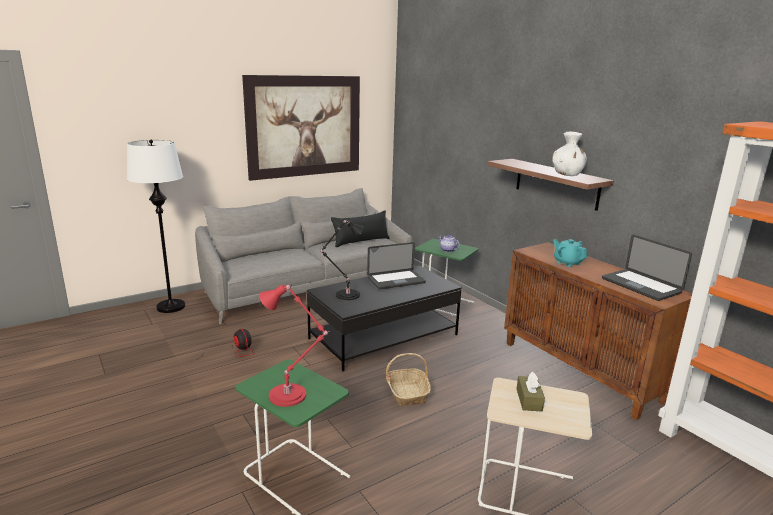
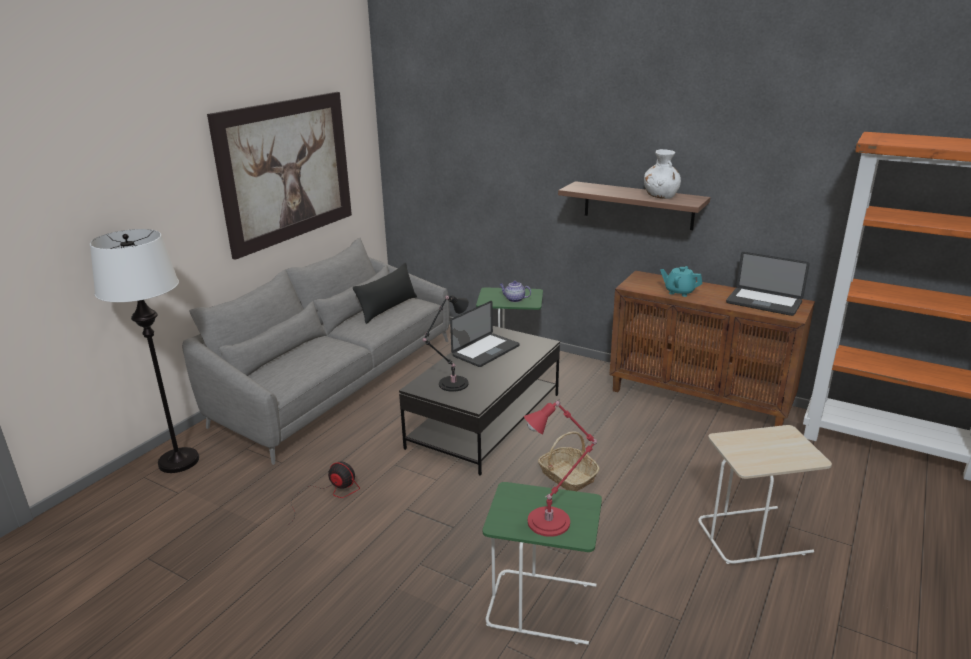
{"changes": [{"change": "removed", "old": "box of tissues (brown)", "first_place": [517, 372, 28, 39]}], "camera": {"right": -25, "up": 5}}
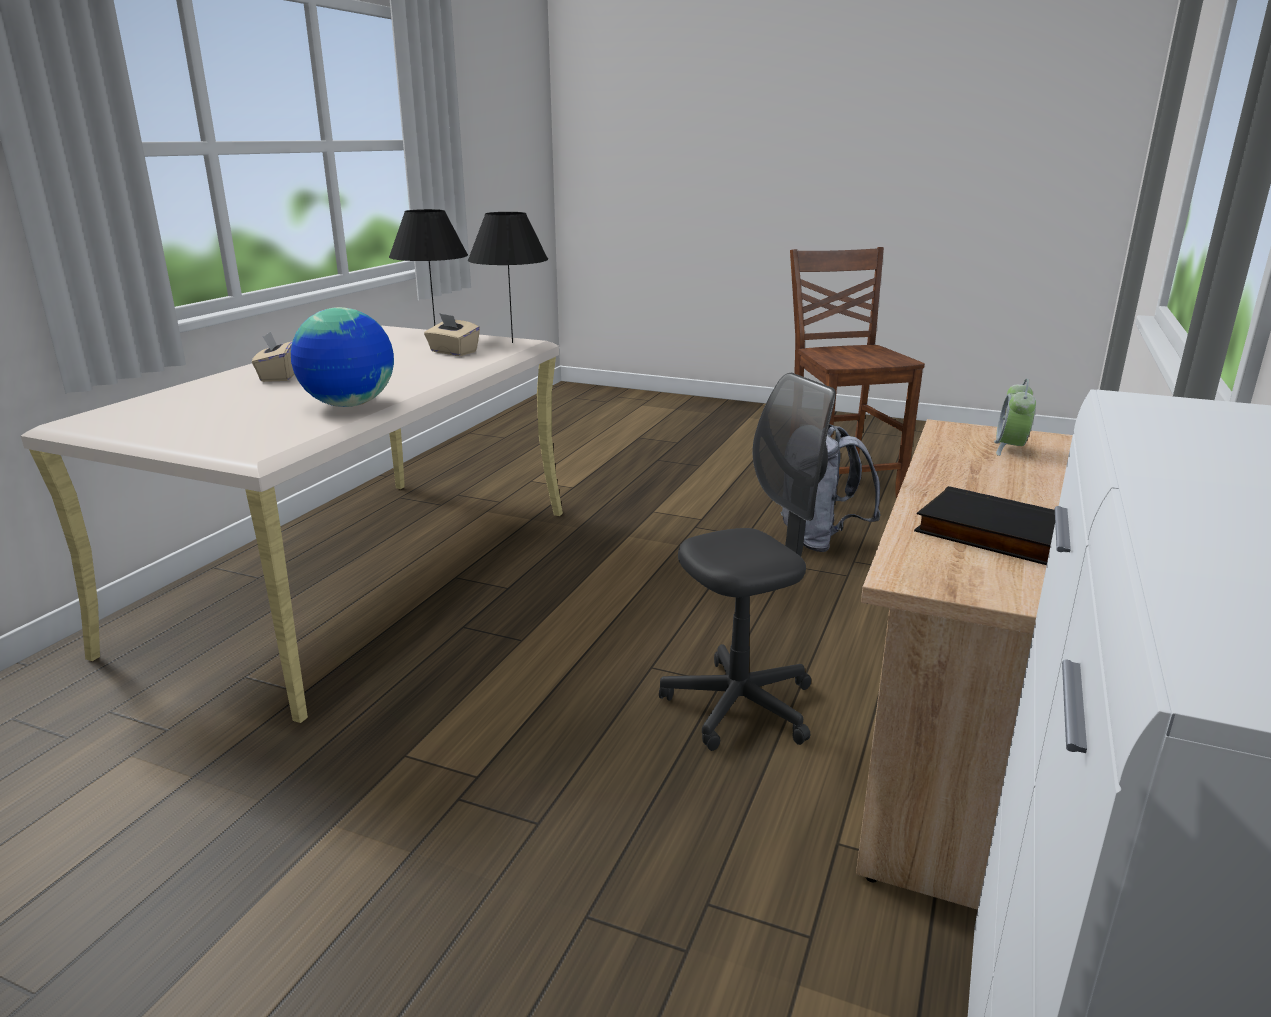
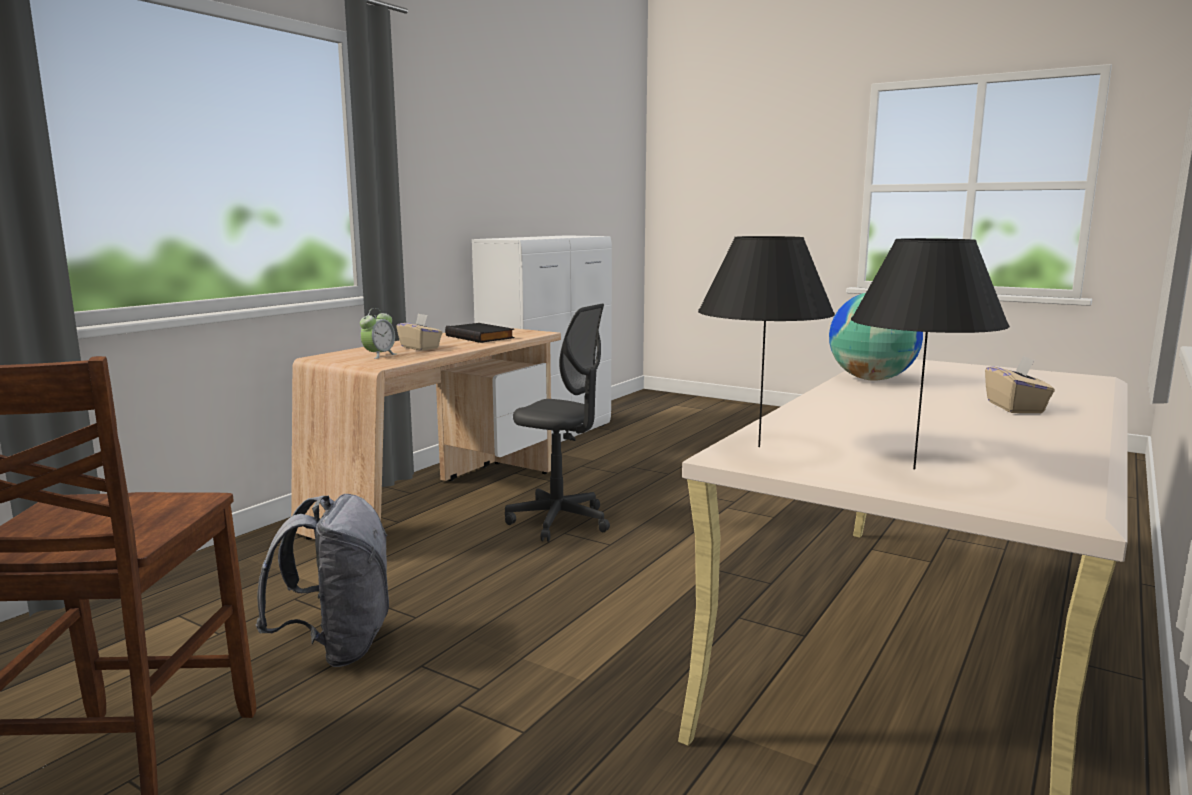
{"changes": [{"change": "moved", "old": "box of tissues (beige-coloured)", "first_place": [424, 313, 56, 43], "second_place": [396, 314, 47, 37]}, {"change": "turned", "old": "desk chair (grey)", "first_place": [659, 373, 177, 378], "second_place": [505, 304, 105, 238], "degrees": -135}], "camera": {"right": -170, "up": -10}}
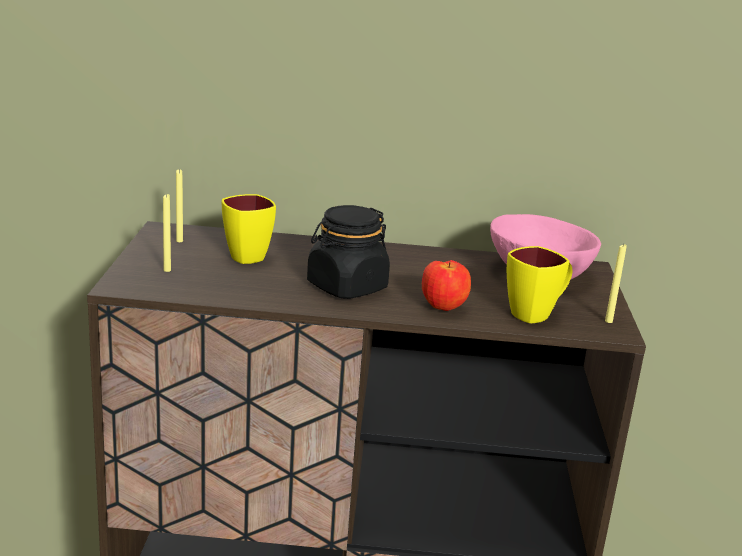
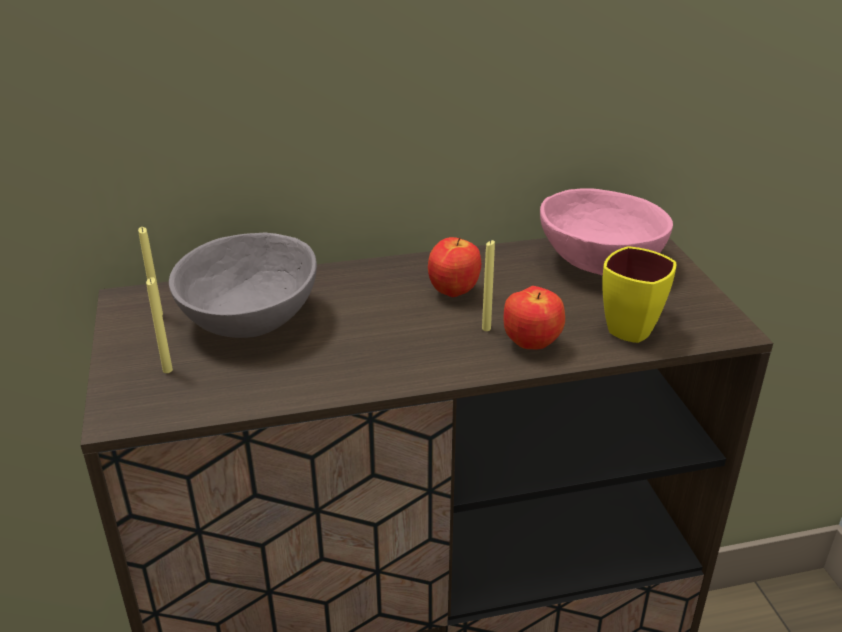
{"changes": [{"change": "replaced", "old": "mug (yellow-coloured)", "new": "bowl (grey)", "first_place": [222, 194, 54, 70], "second_place": [169, 233, 148, 105]}, {"change": "added", "new": "whole apple", "second_place": [428, 237, 53, 60]}, {"change": "moved", "old": "candle (yellow-coloured)", "first_place": [605, 243, 22, 80], "second_place": [482, 240, 13, 91]}, {"change": "removed", "old": "storage jar (blackish)", "first_place": [307, 205, 83, 94]}], "camera": {"right": -15, "up": 10}}
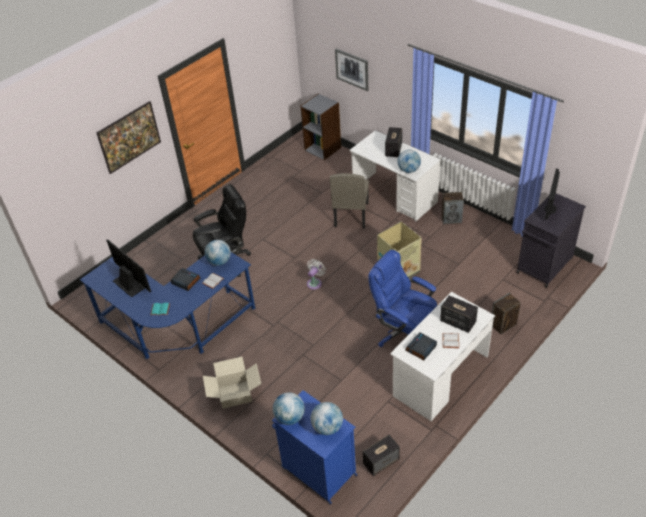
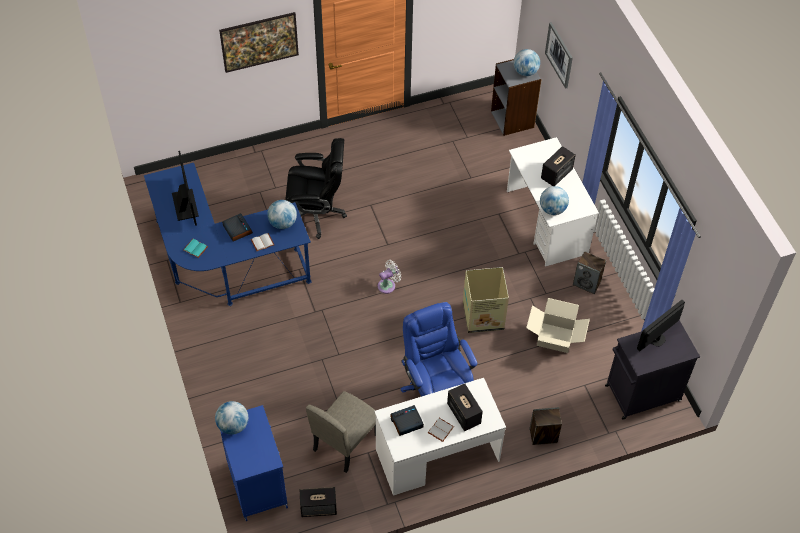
{"changes": [{"change": "moved", "old": "plain chair (beige-coloured)", "first_place": [330, 173, 39, 56], "second_place": [306, 391, 70, 82]}, {"change": "moved", "old": "desk globe", "first_place": [311, 402, 32, 33], "second_place": [513, 49, 27, 27]}, {"change": "moved", "old": "carton", "first_place": [203, 357, 58, 52], "second_place": [526, 298, 64, 55]}], "camera": {"right": 25, "up": 10}}
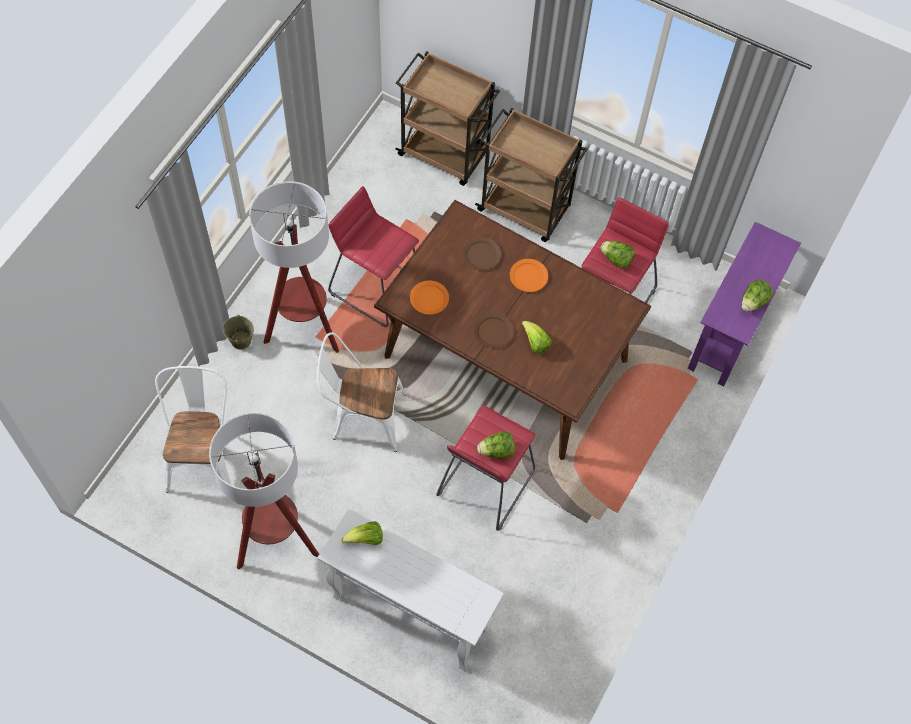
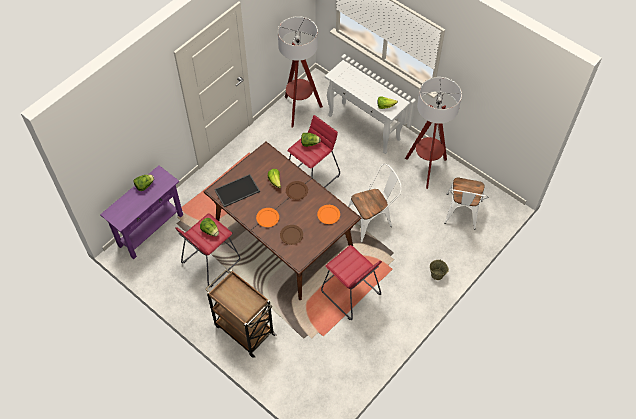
{"changes": [{"change": "added", "new": "tray", "second_place": [214, 174, 46, 33]}, {"change": "moved", "old": "floor lamp", "first_place": [249, 181, 90, 172], "second_place": [278, 16, 45, 112]}, {"change": "turned", "old": "plain chair (white)", "first_place": [317, 332, 89, 120], "second_place": [348, 164, 54, 78], "degrees": -45}, {"change": "removed", "old": "cart (brown)", "first_place": [396, 51, 104, 135]}], "camera": {"right": -165, "up": -5}}
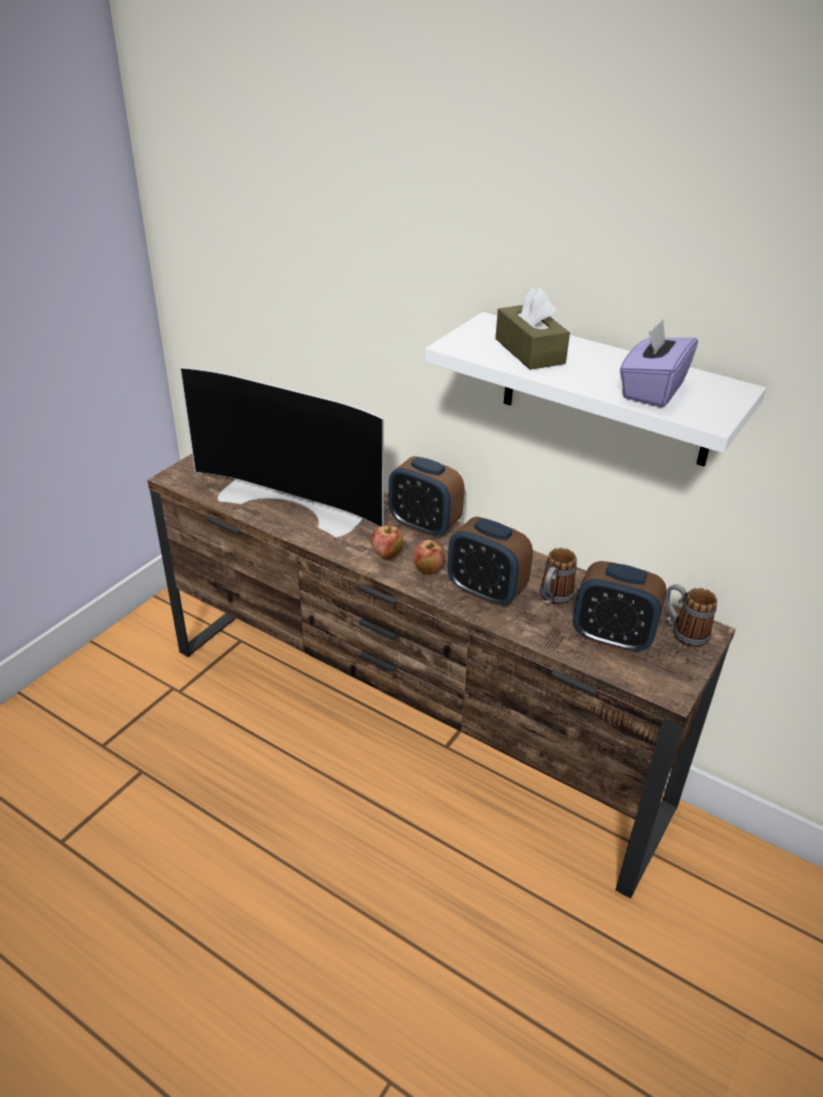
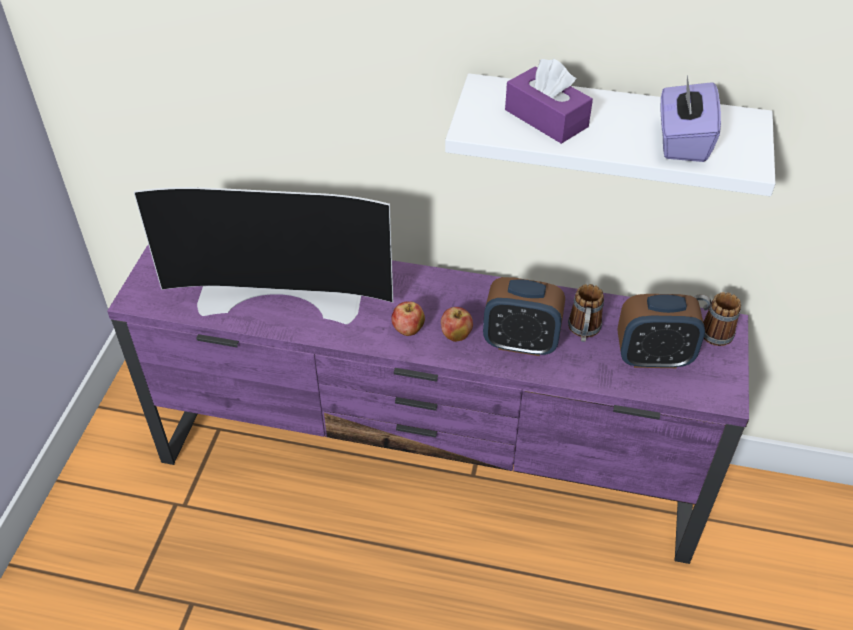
{"changes": [{"change": "recoloured", "old": "tv unit (brown)", "new": "tv unit (purple-coloured)", "first_place": [147, 454, 589, 445], "second_place": [107, 245, 642, 319]}, {"change": "recoloured", "old": "box of tissues (brown)", "new": "box of tissues (purple-coloured)", "first_place": [495, 287, 75, 83], "second_place": [505, 59, 88, 85]}, {"change": "removed", "old": "bedside clock", "first_place": [389, 456, 75, 82]}], "camera": {"right": -20, "up": 10}}
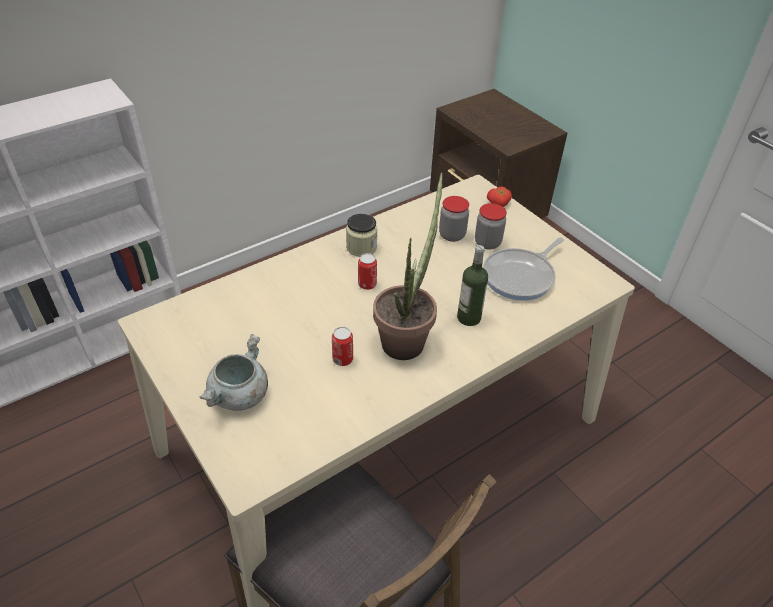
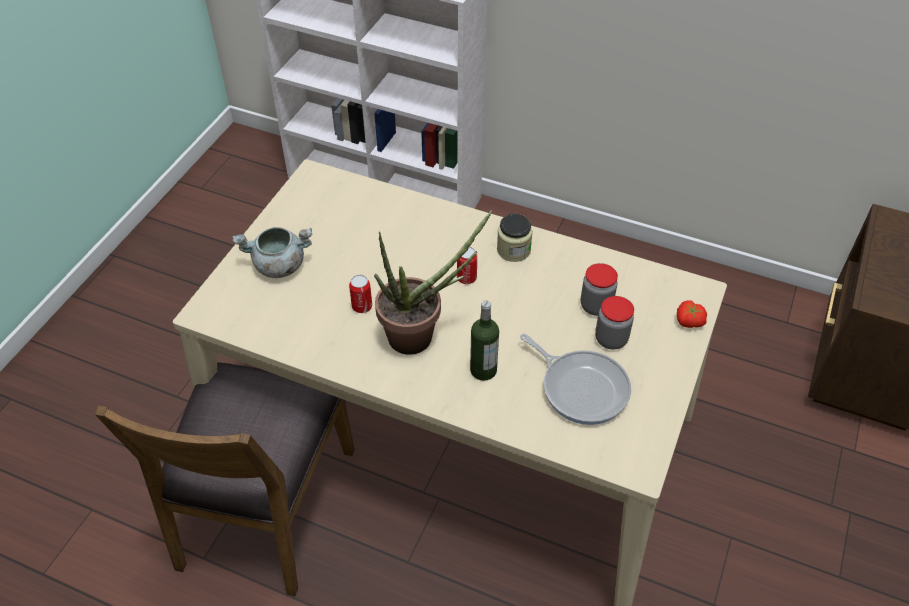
{"changes": [{"change": "turned", "old": "pan", "first_place": [483, 237, 81, 64], "second_place": [520, 334, 111, 91], "degrees": -150}], "camera": {"right": 60, "up": 5}}
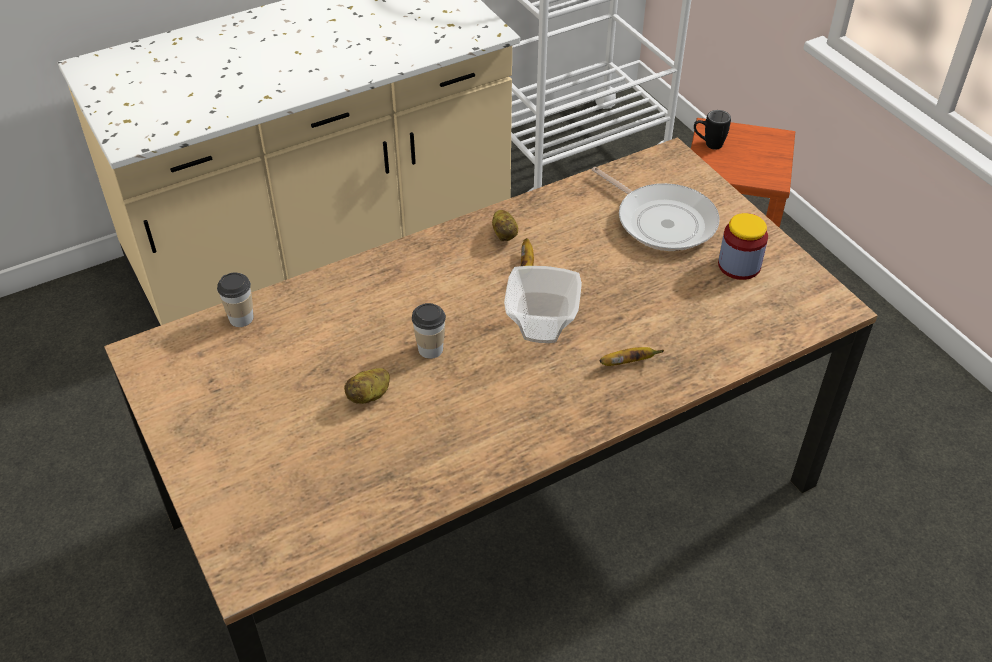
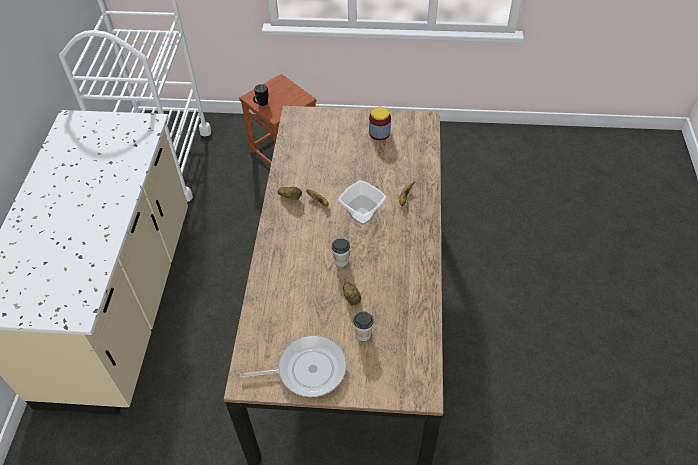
{"changes": [{"change": "moved", "old": "pan", "first_place": [592, 167, 128, 84], "second_place": [240, 335, 107, 62]}, {"change": "moved", "old": "small cup", "first_place": [217, 272, 37, 55], "second_place": [354, 311, 20, 30]}], "camera": {"right": -55, "up": 5}}
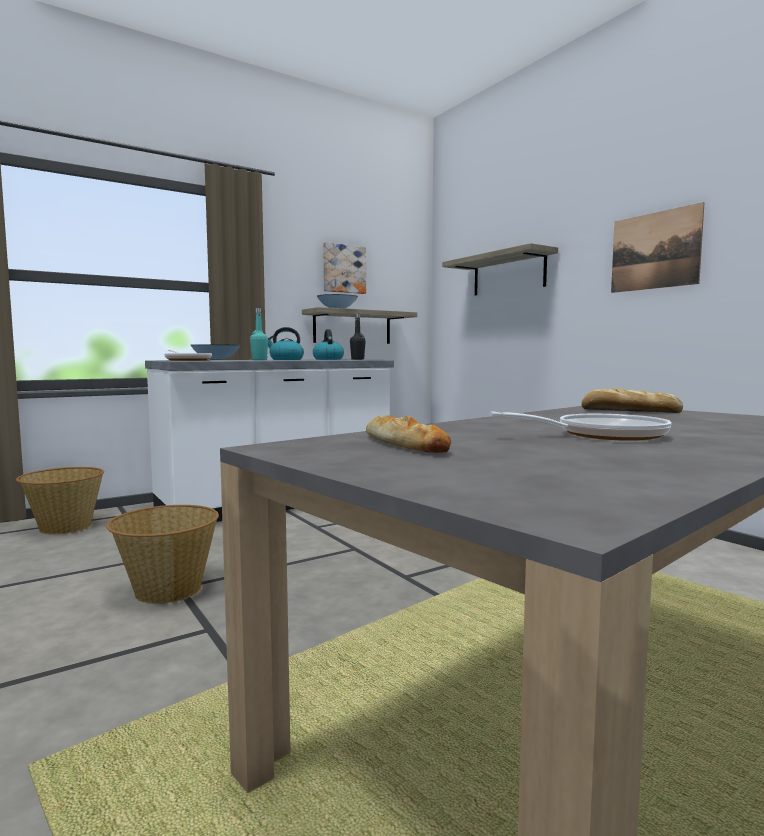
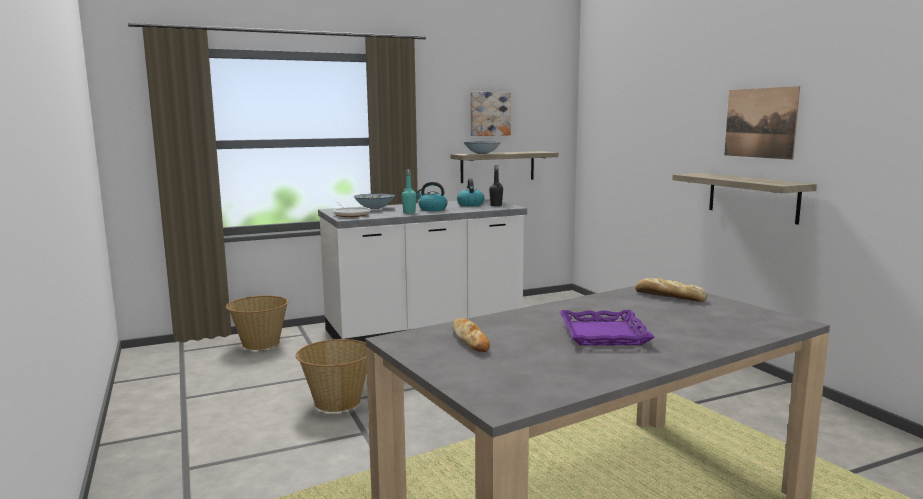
{"changes": [{"change": "replaced", "old": "pan", "new": "tray (purple-coloured)", "first_place": [490, 412, 182, 29], "second_place": [559, 310, 96, 36]}, {"change": "moved", "old": "bracket shelf", "first_place": [442, 243, 116, 53], "second_place": [672, 173, 145, 52]}], "camera": {"right": 10, "up": 5}}
